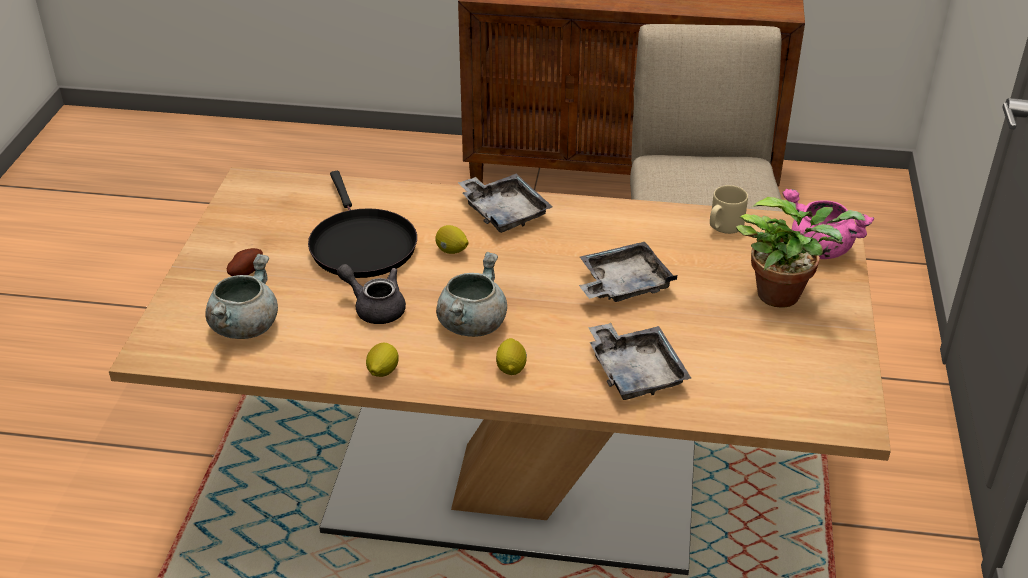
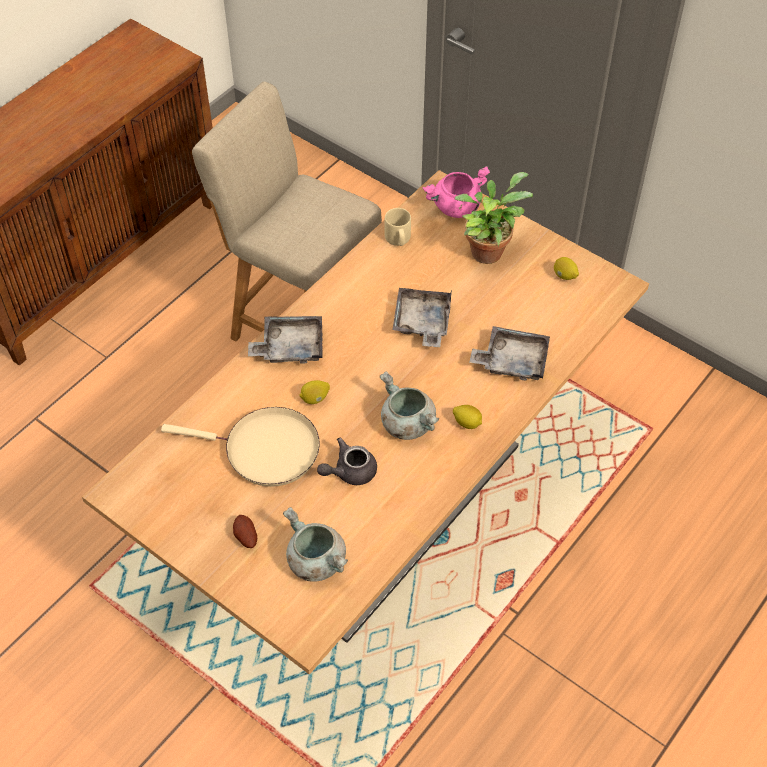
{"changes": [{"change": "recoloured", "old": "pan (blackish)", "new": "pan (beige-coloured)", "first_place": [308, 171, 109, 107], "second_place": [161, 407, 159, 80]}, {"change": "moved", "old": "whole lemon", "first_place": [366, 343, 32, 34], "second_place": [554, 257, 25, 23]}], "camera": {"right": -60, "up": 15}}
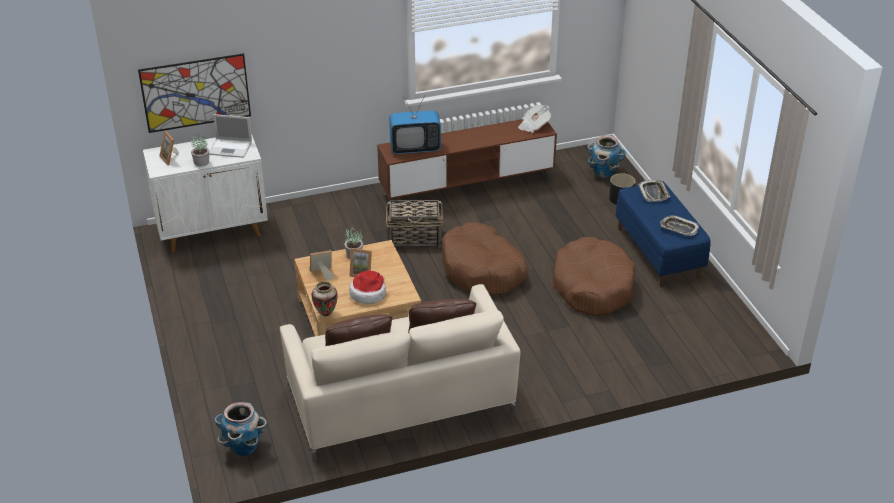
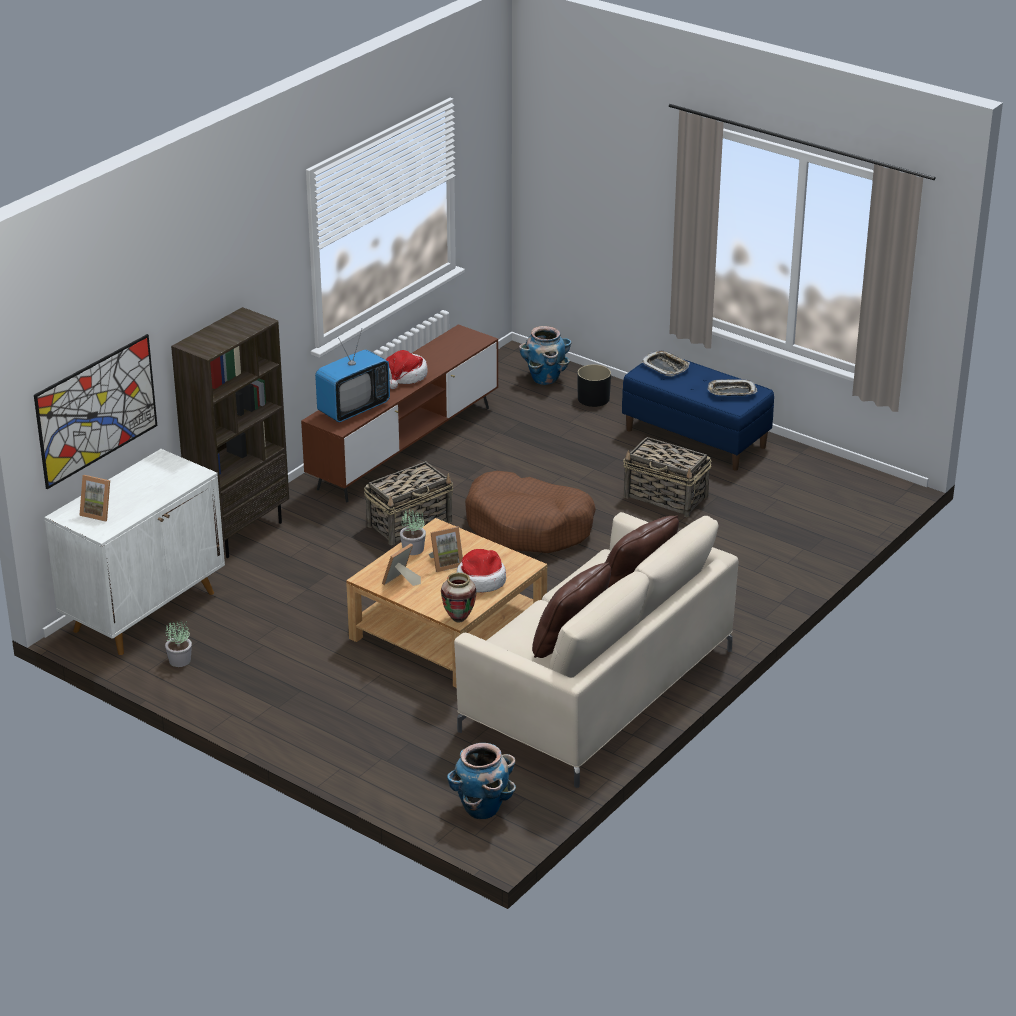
{"changes": [{"change": "moved", "old": "houseplant", "first_place": [191, 134, 18, 33], "second_place": [165, 621, 27, 46]}, {"change": "added", "new": "bookshelf (brown)", "second_place": [171, 307, 118, 251]}, {"change": "added", "new": "hat", "second_place": [386, 350, 41, 39]}, {"change": "replaced", "old": "dog bed (brown)", "new": "basket", "first_place": [552, 237, 83, 79], "second_place": [623, 437, 89, 80]}, {"change": "removed", "old": "portable computer", "first_place": [209, 114, 43, 44]}, {"change": "removed", "old": "daily paper", "first_place": [518, 105, 33, 28]}], "camera": {"right": -35, "up": -5}}
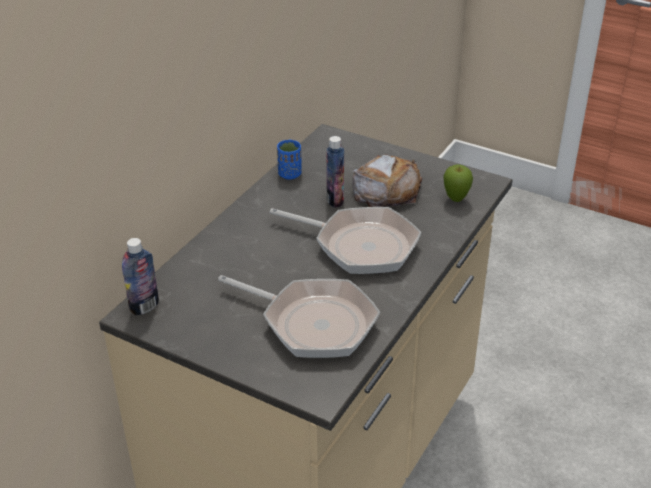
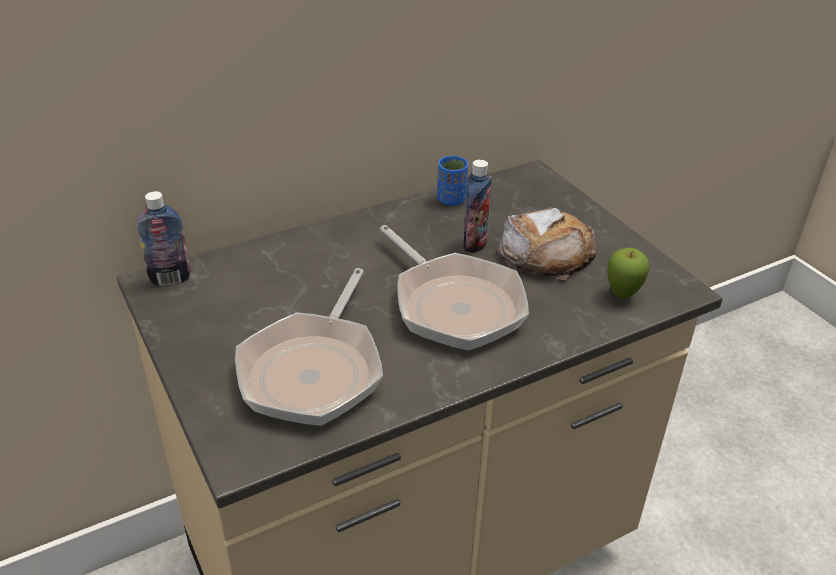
{"changes": [{"change": "turned", "old": "pan", "first_place": [218, 275, 162, 83], "second_place": [235, 268, 148, 158], "degrees": 45}], "camera": {"right": 30, "up": 0}}
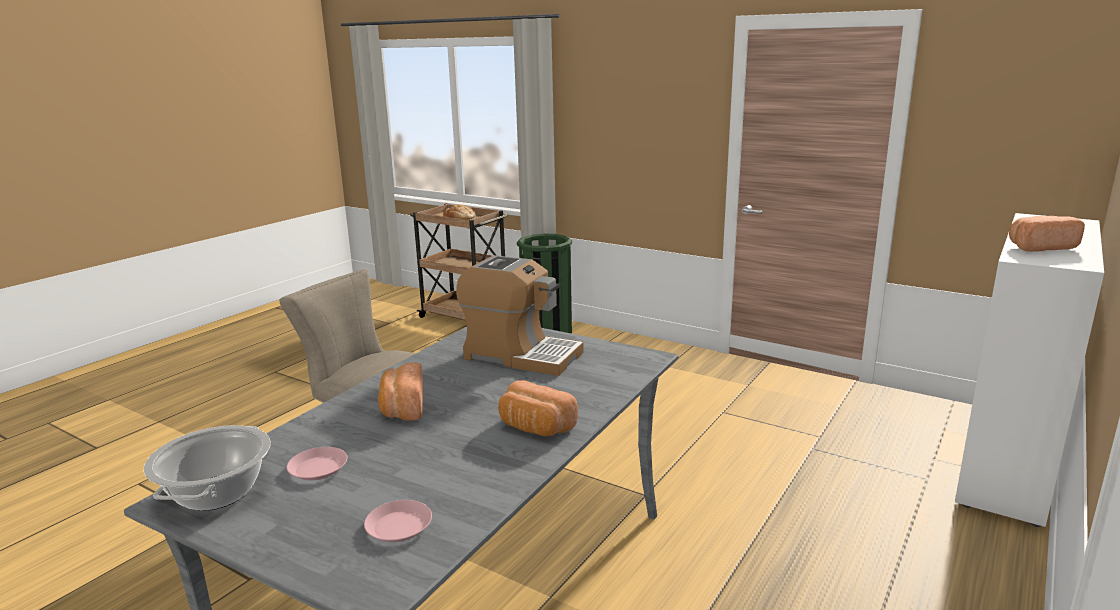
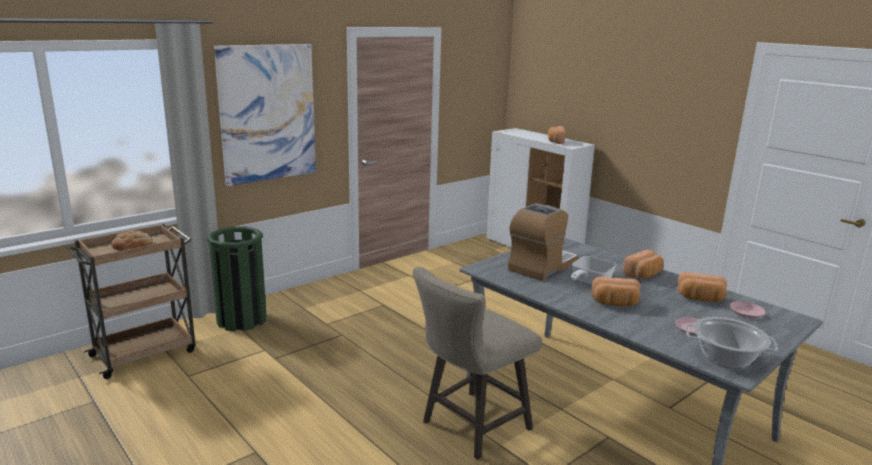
{"changes": [{"change": "added", "new": "wall picture", "second_place": [214, 44, 102, 142]}, {"change": "added", "new": "pan", "second_place": [571, 256, 46, 29]}, {"change": "added", "new": "bakery bread", "second_place": [677, 272, 50, 30]}], "camera": {"right": -75, "up": 0}}
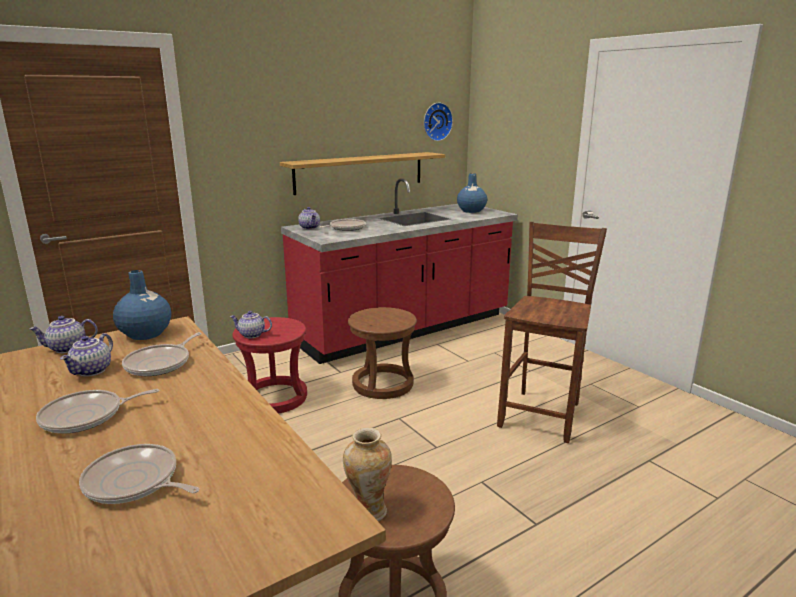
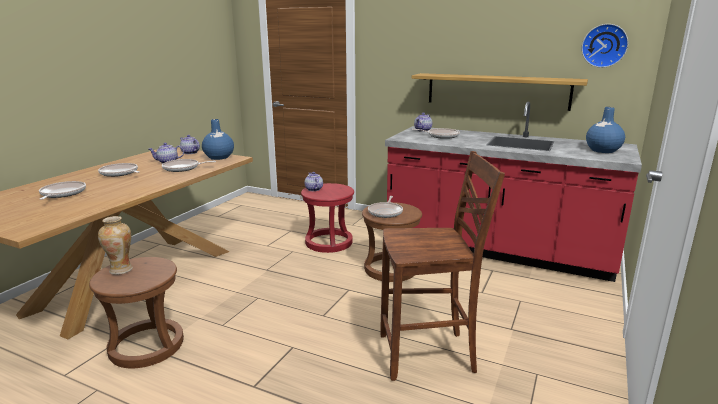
{"changes": [{"change": "added", "new": "pan", "second_place": [368, 196, 35, 22]}], "camera": {"right": 60, "up": 0}}
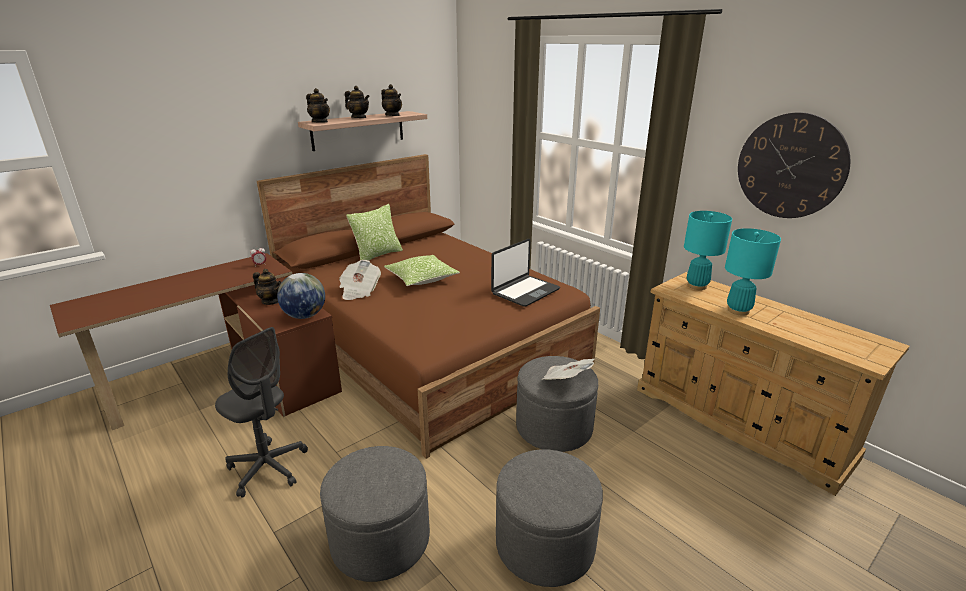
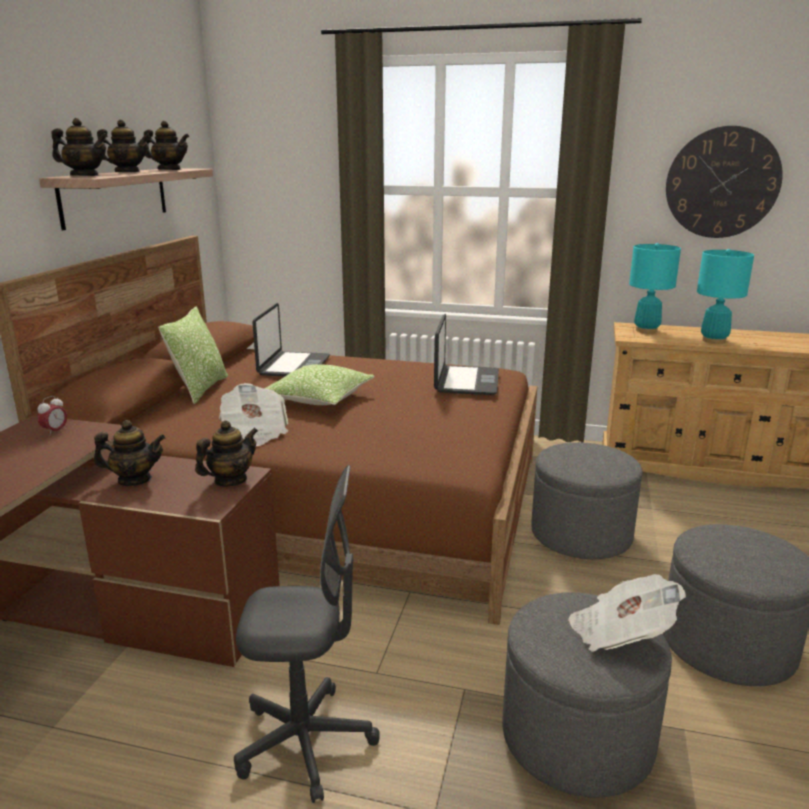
{"changes": [{"change": "replaced", "old": "desk globe", "new": "teapot", "first_place": [277, 273, 48, 46], "second_place": [195, 420, 63, 67]}, {"change": "added", "new": "portable computer", "second_place": [252, 303, 78, 73]}, {"change": "moved", "old": "daily paper", "first_place": [541, 359, 54, 21], "second_place": [568, 574, 118, 78]}], "camera": {"right": -35, "up": -5}}
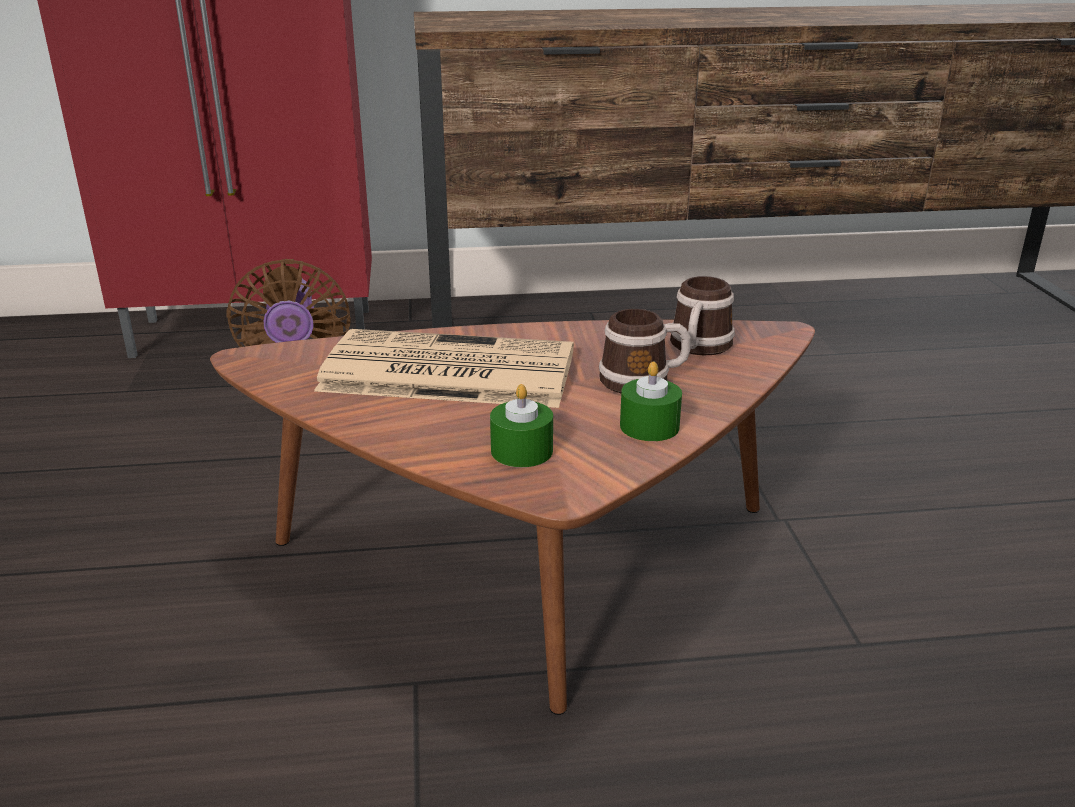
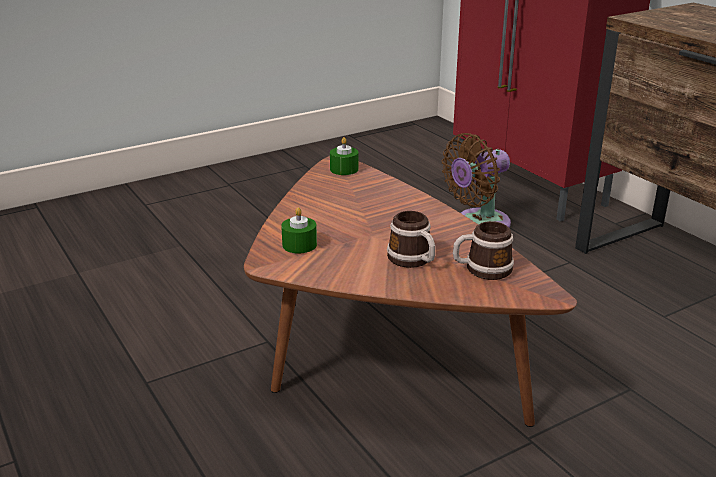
{"changes": [{"change": "moved", "old": "candle (greenish)", "first_place": [620, 361, 62, 80], "second_place": [330, 137, 29, 38]}, {"change": "removed", "old": "daily paper", "first_place": [314, 329, 260, 79]}], "camera": {"right": 65, "up": 0}}
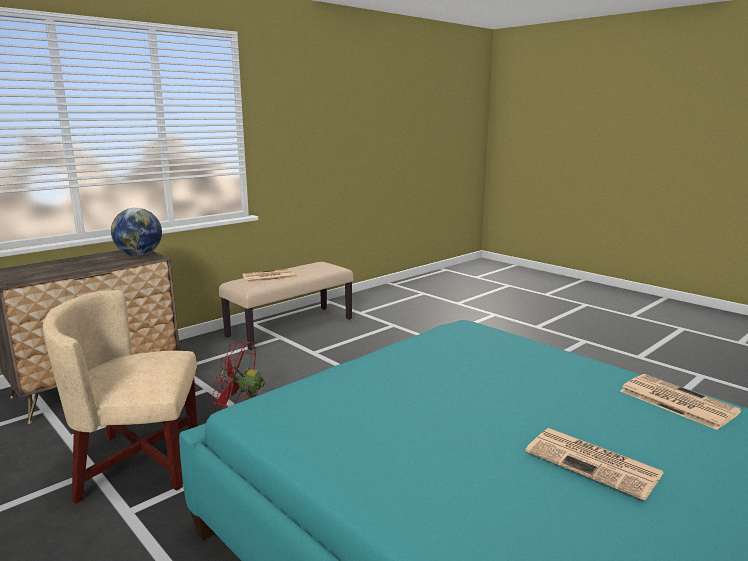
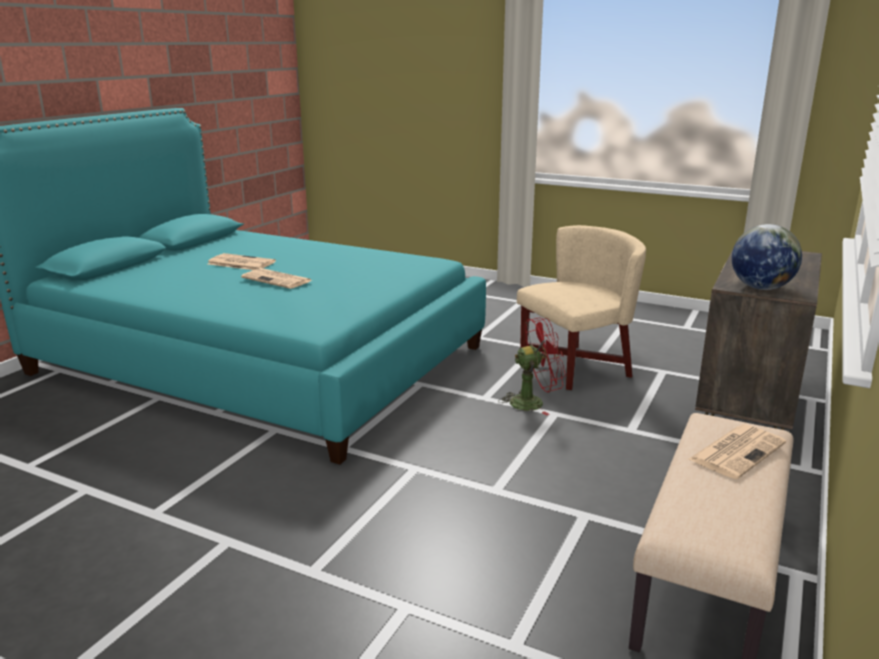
{"changes": [{"change": "moved", "old": "daily paper", "first_place": [620, 374, 122, 56], "second_place": [241, 268, 71, 21]}], "camera": {"right": 160, "up": 5}}
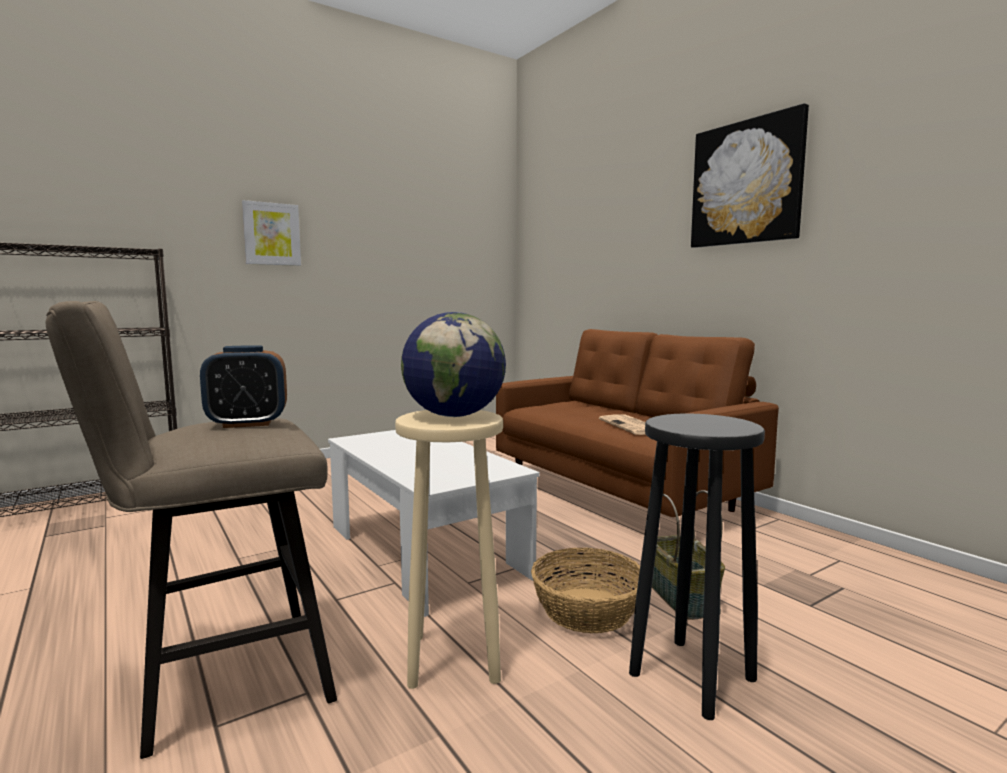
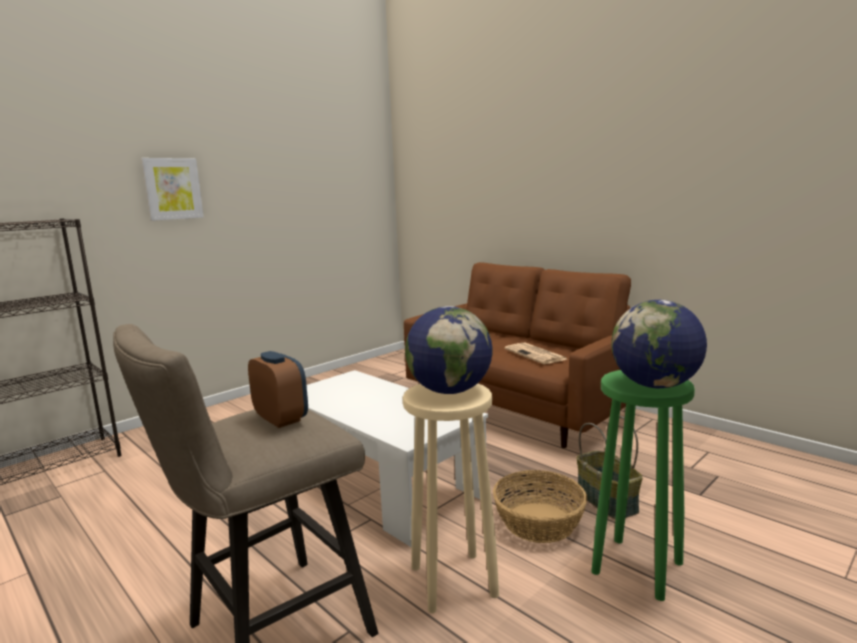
{"changes": [{"change": "turned", "old": "bedside clock", "first_place": [200, 345, 87, 83], "second_place": [248, 351, 60, 77], "degrees": -105}, {"change": "recoloured", "old": "stool (blackish)", "new": "stool (greenish)", "first_place": [629, 414, 136, 306], "second_place": [592, 370, 103, 231]}, {"change": "added", "new": "desk globe", "second_place": [611, 300, 96, 88]}, {"change": "removed", "old": "wall picture", "first_place": [691, 103, 118, 145]}], "camera": {"right": -10, "up": 5}}
